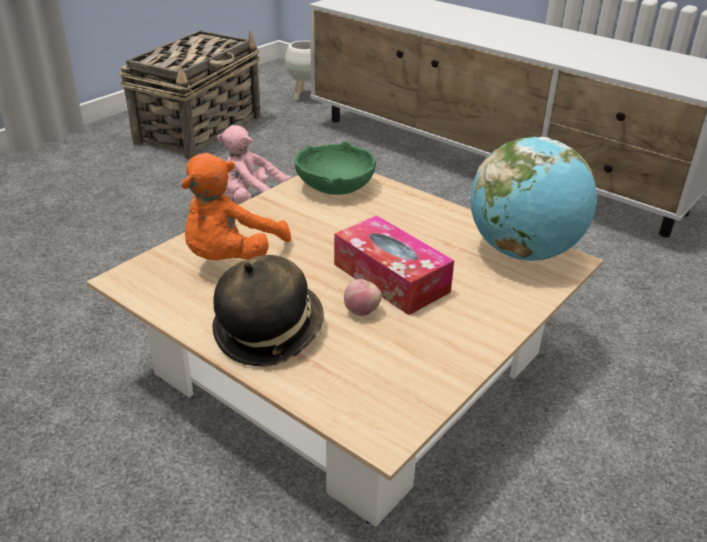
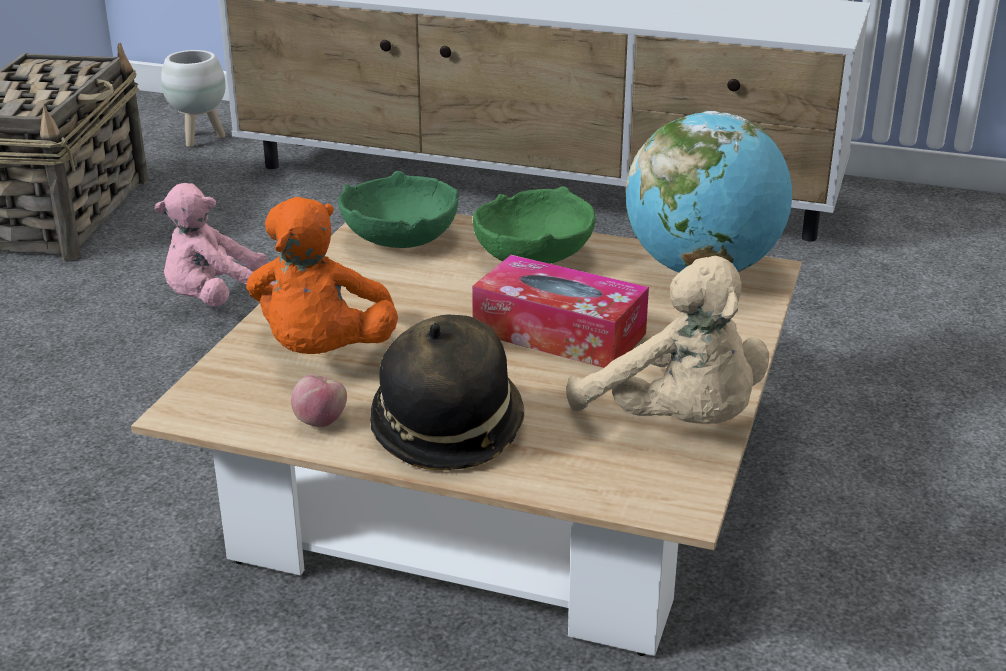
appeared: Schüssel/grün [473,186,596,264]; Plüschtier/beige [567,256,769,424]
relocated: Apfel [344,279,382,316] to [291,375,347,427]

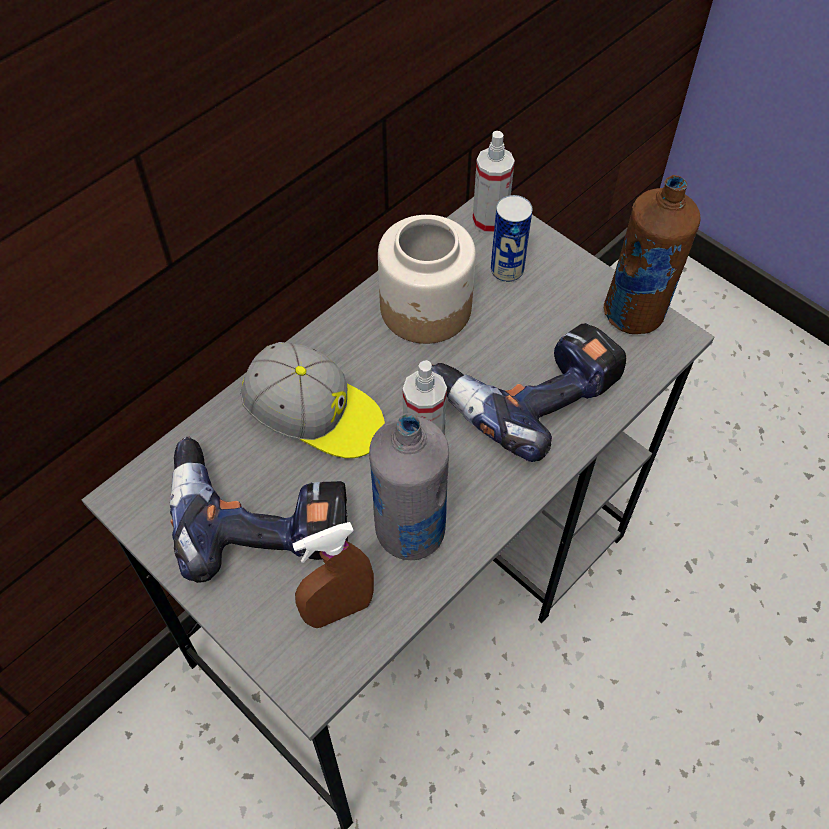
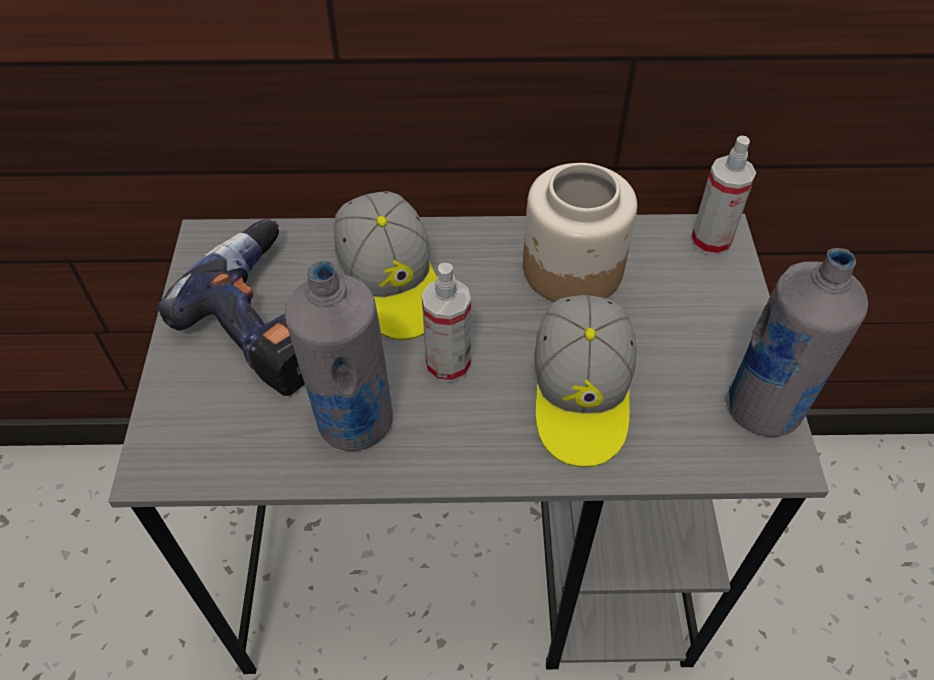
missing: Sprühflasche/braun [292,522,374,628]; Dose [491,195,533,282]
exchanged: Bohrmaschine [432,323,626,462] to Kappe [534,295,637,467]
colour: Flasche/braun [604,175,700,334] to Flasche/grau [726,248,868,437]

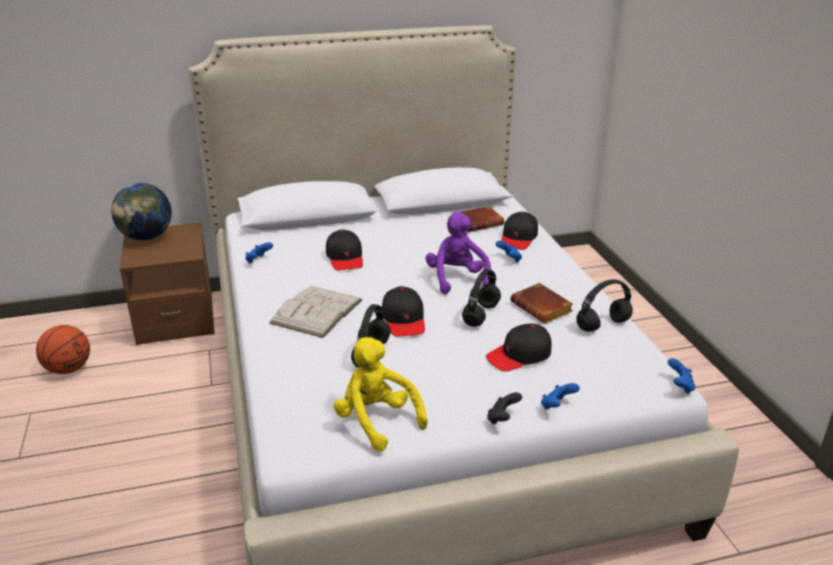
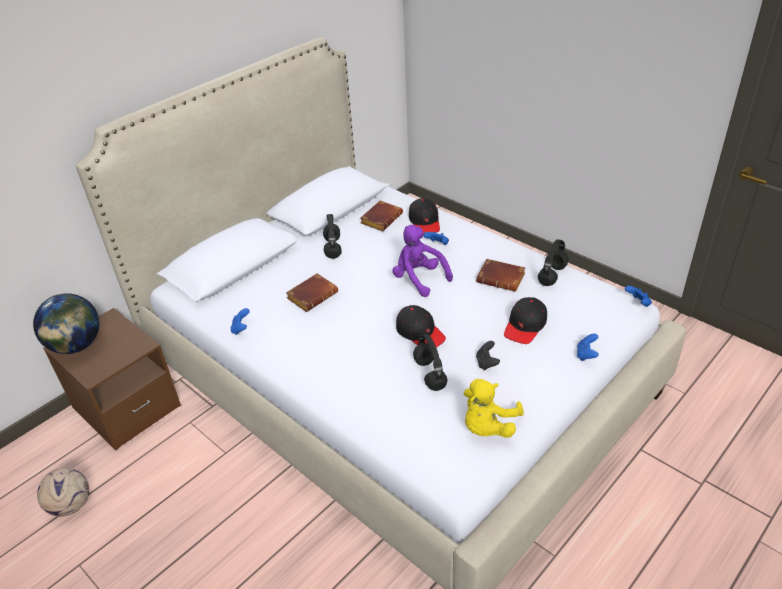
missing: Buch/weiß [269,286,363,338]
relocated: Kopfhörer/schwarz [462,269,501,327] to [323,214,342,259]; Gamepad/schwarz [487,392,522,424] to [476,341,500,370]
exchanged: Basketball [36,325,90,374] to Fußball [37,468,89,517]; Kappe/schwarz [326,229,363,271] to Buch/braun [286,273,338,312]
spun: Plüschtier/gelb [334,337,428,452] = [464,379,524,437] 75 degrees counterclockwise

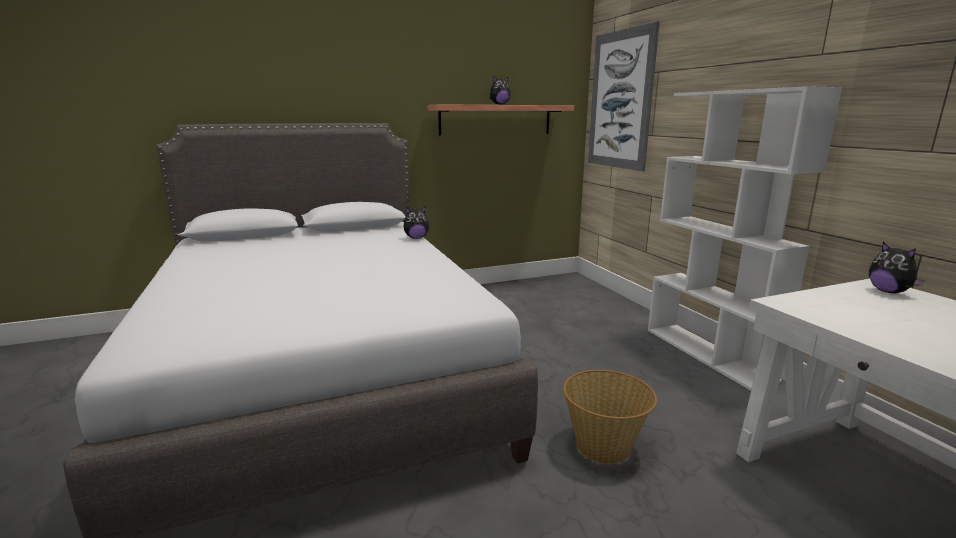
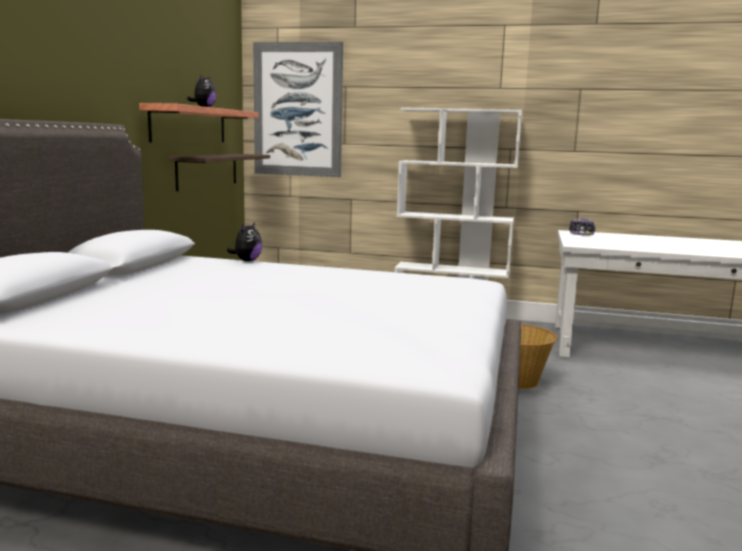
appeared: Wandregal [168,154,270,191]
exchanged: Plüschtier [869,242,925,293] to Kappe [569,218,596,236]

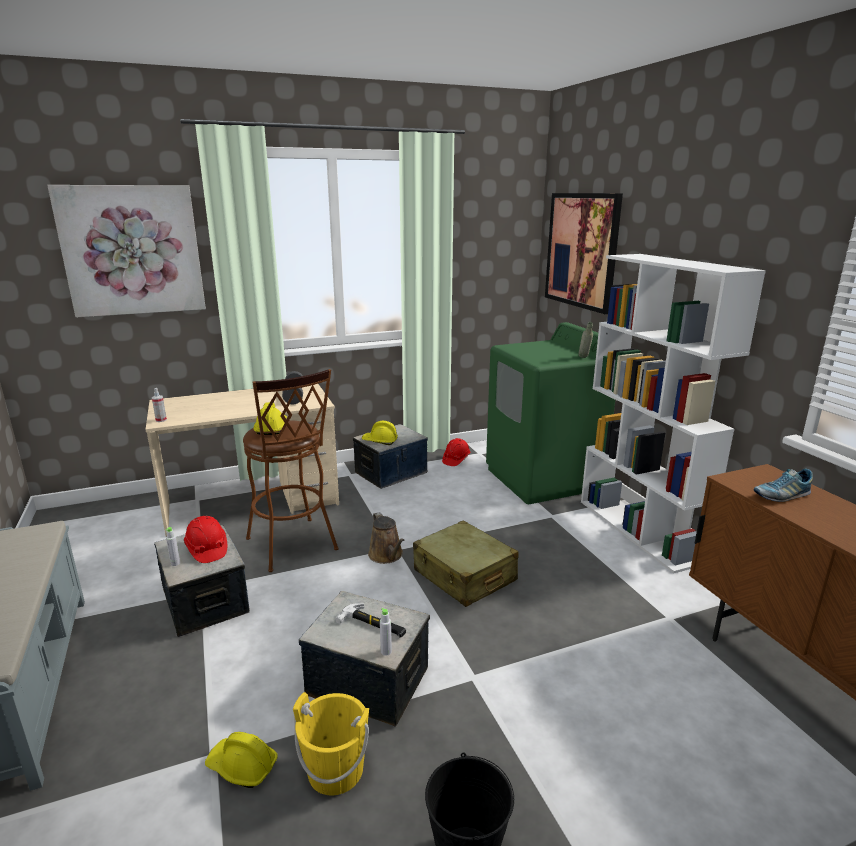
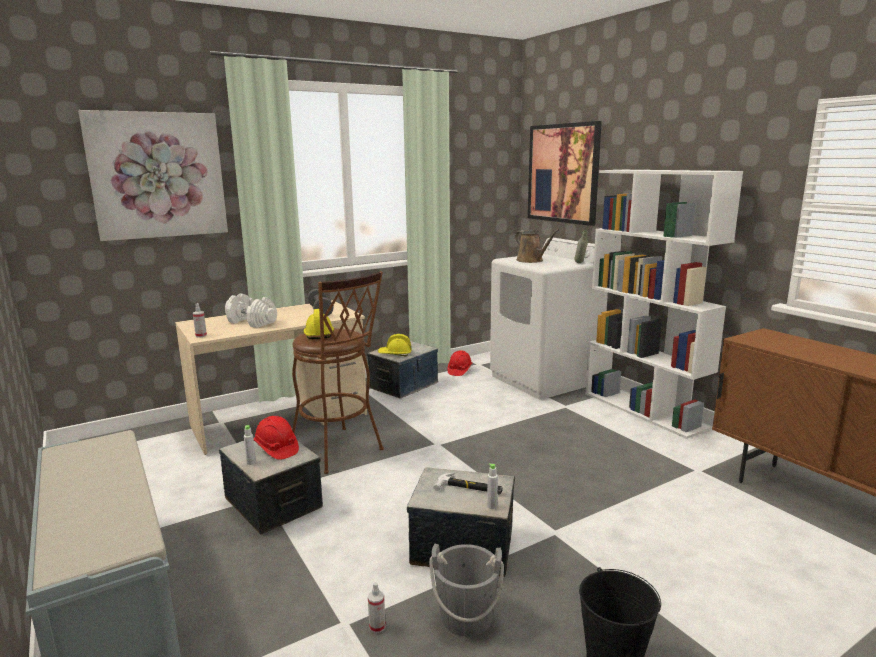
missing: Koffer/beige [413,520,519,607]; Schuh [753,469,813,502]
appeared: Hantel/weiß [225,294,277,328]
relocated: Gießkanne/braun [368,512,404,564] to [515,229,559,263]
exchanged: Schutzhelm/gelb [205,732,278,788] to Sprühflasche [368,582,386,633]
colour: Eimer/gelb [293,692,369,795] to Eimer/grau [429,544,504,637]; Waschmaschine/grün [486,322,615,504] to Waschmaschine/weiß [490,238,608,400]

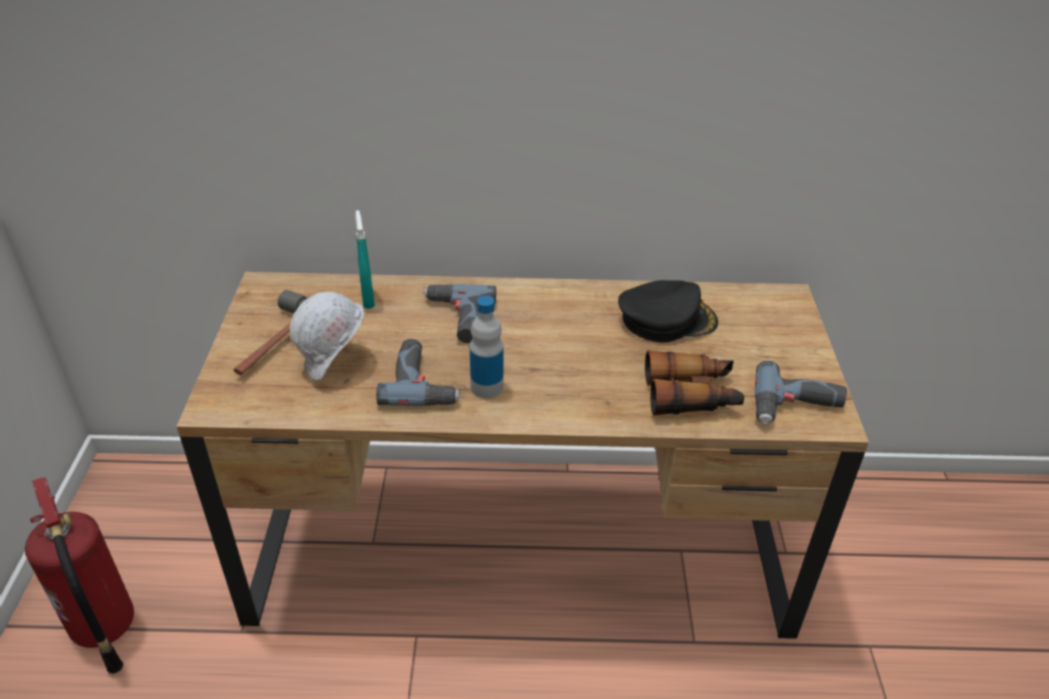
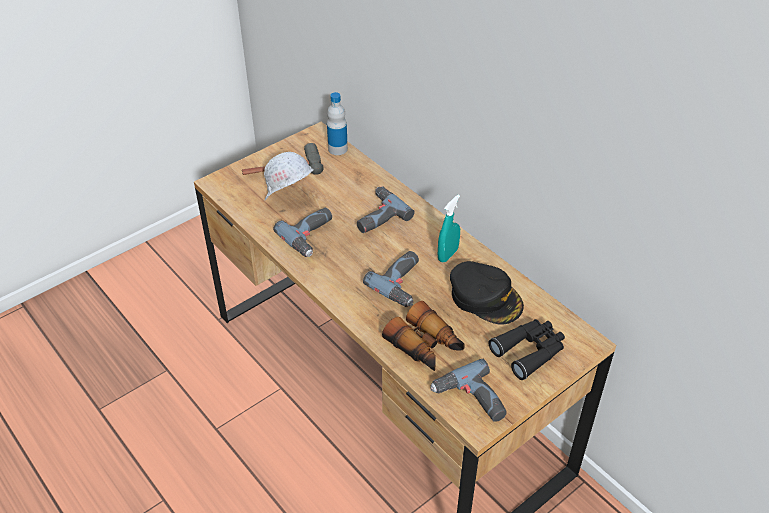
missing: Feuerlöscher [25,477,134,674]
appeared: Bohrmaschine [363,251,419,307]; Fernglas/schwarz [488,319,565,380]
relocated: Flasche [470,296,503,398] to [327,92,348,155]; Sprühflasche/türkis [355,210,375,309] to [437,195,460,263]

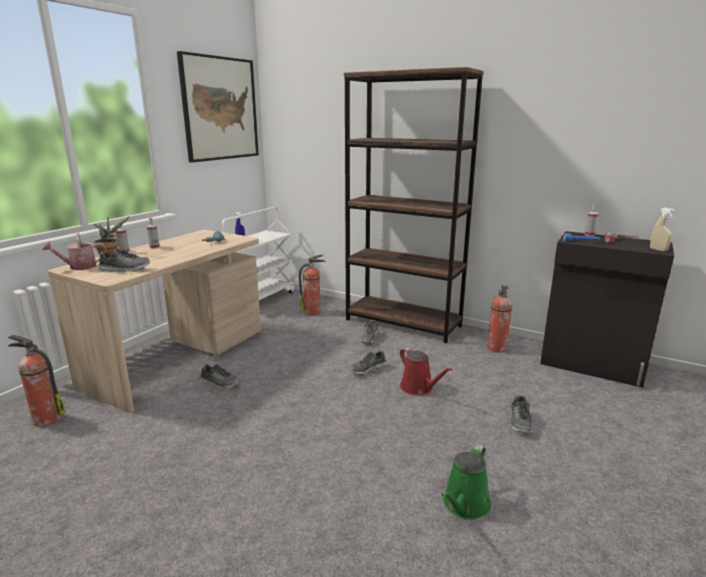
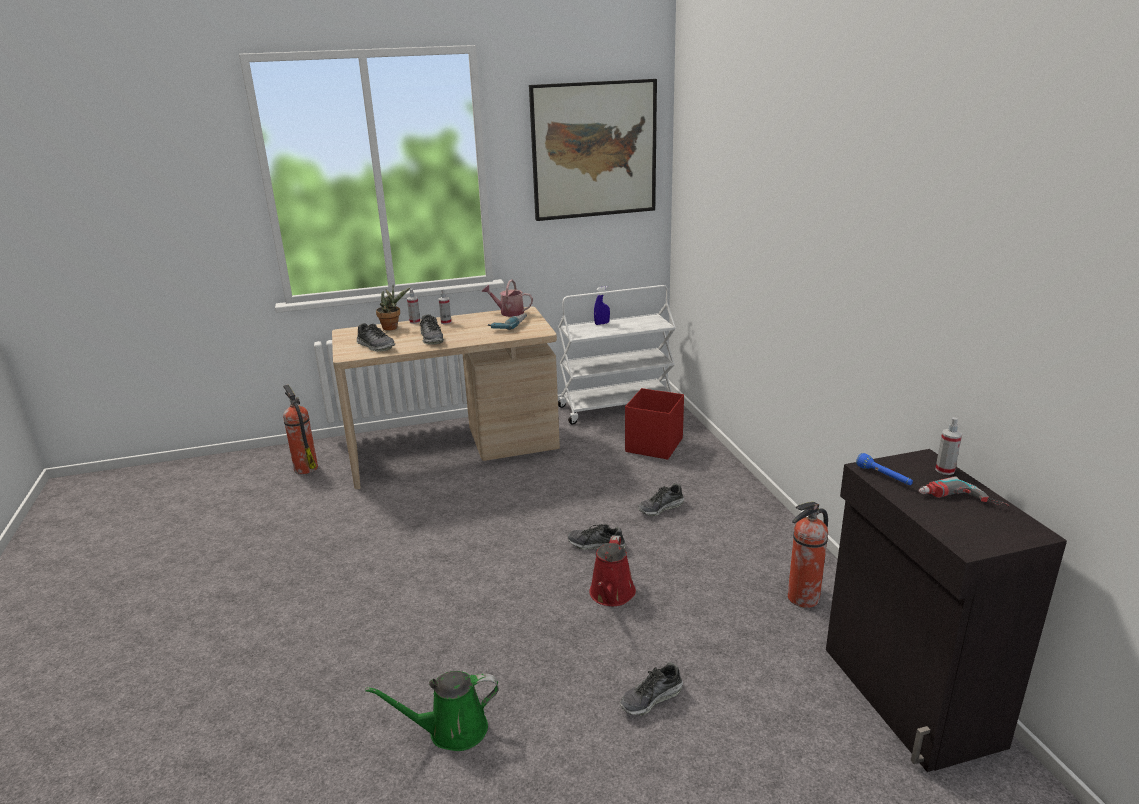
missing: Bücherregal/braun [344,67,484,343]; Sprühflasche/beige [650,207,675,251]
relocated: Schuh [200,364,240,390] to [420,314,444,345]; Gießkanne [42,232,107,270] to [482,279,533,317]
exchanged: Feuerlöscher [299,254,326,316] to Aufbewahrungsbox/rot [625,388,684,460]

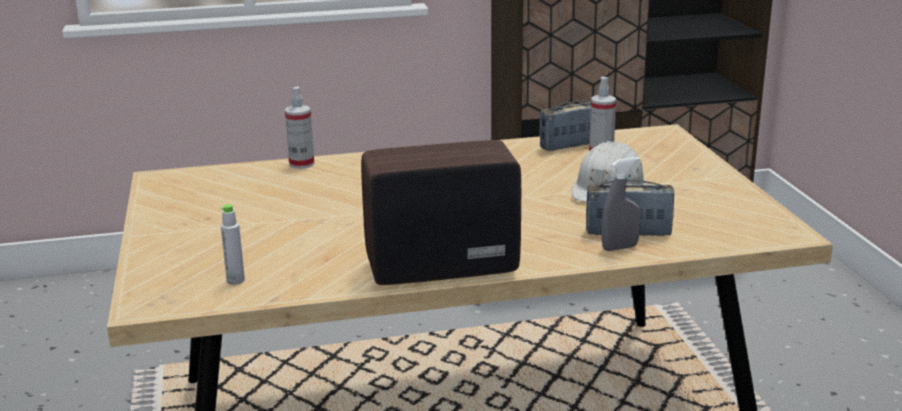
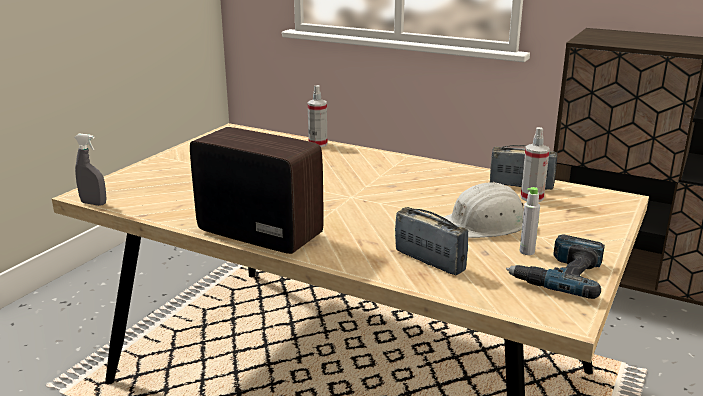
appeared: Bohrmaschine [506,235,605,299]
relocated: Sprühflasche/grau [602,157,641,251] to [74,134,106,206]; Flasche/grau [220,204,245,285] to [520,187,540,255]

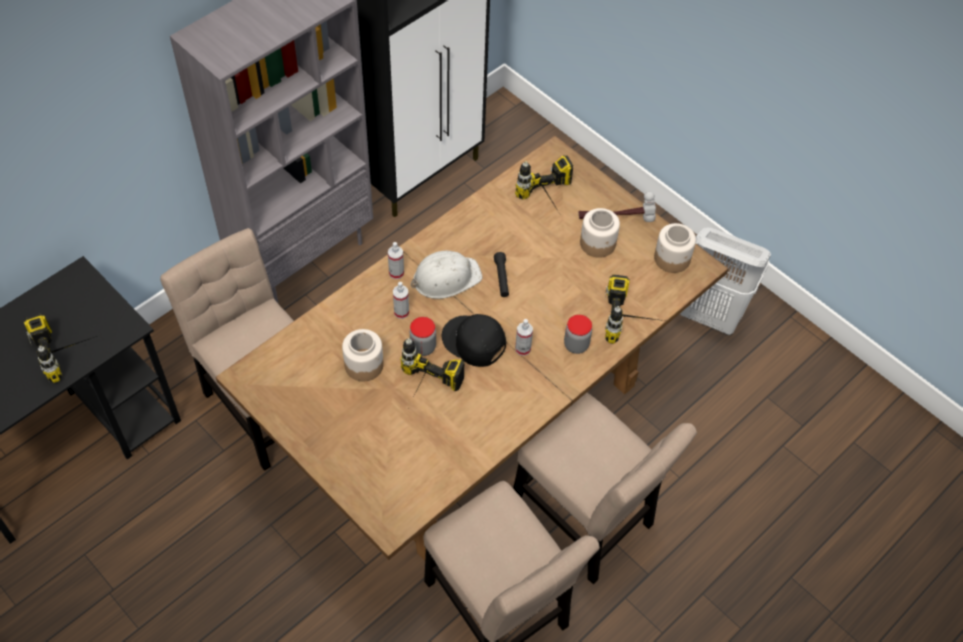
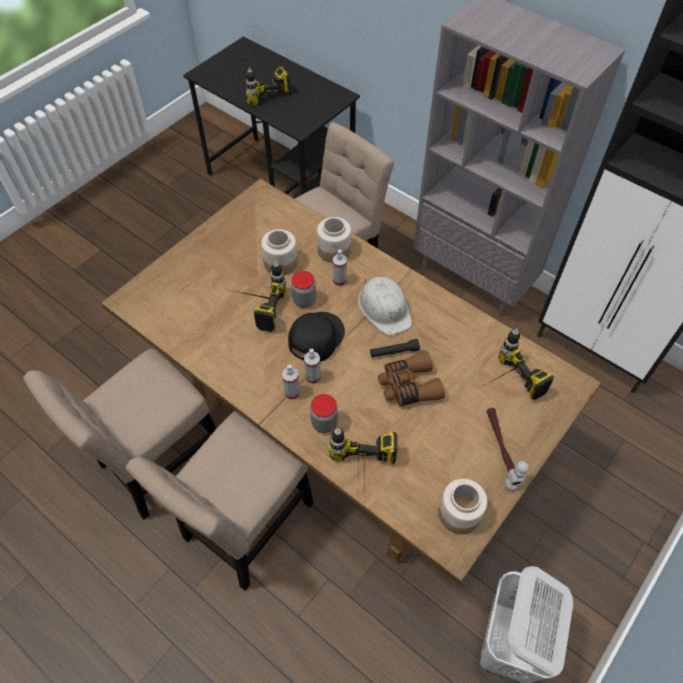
appeared: Fernglas/braun [378,350,445,406]
relocated: Sprühflasche [388,242,404,279] to [282,364,300,400]; Vorratsglas [580,208,620,258] to [317,217,351,263]

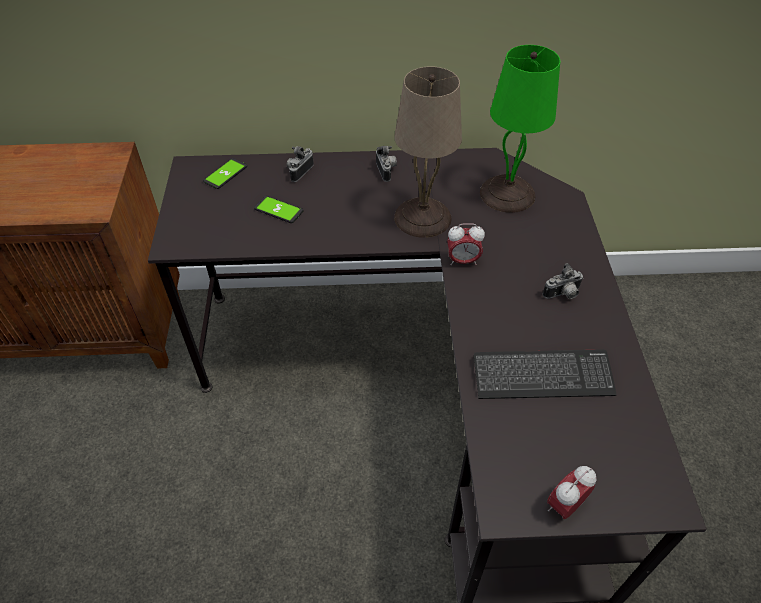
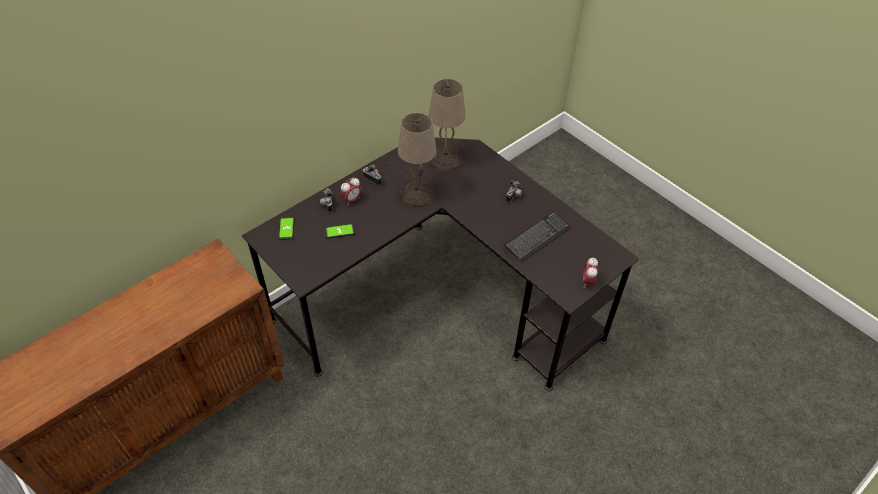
relocated: Wecker [447,224,485,265] to [340,178,362,204]
colour: Tischlampe/grün [480,45,560,213] to Tischlampe/beige [429,79,466,171]

